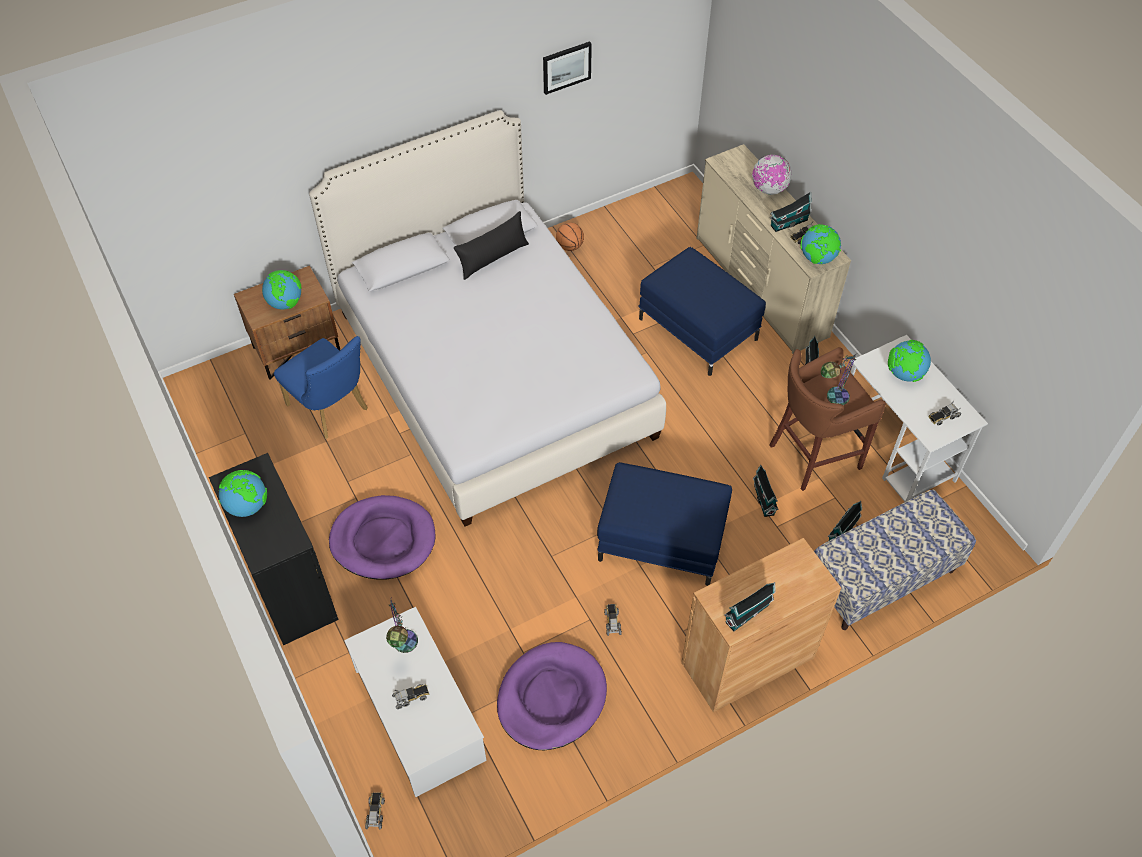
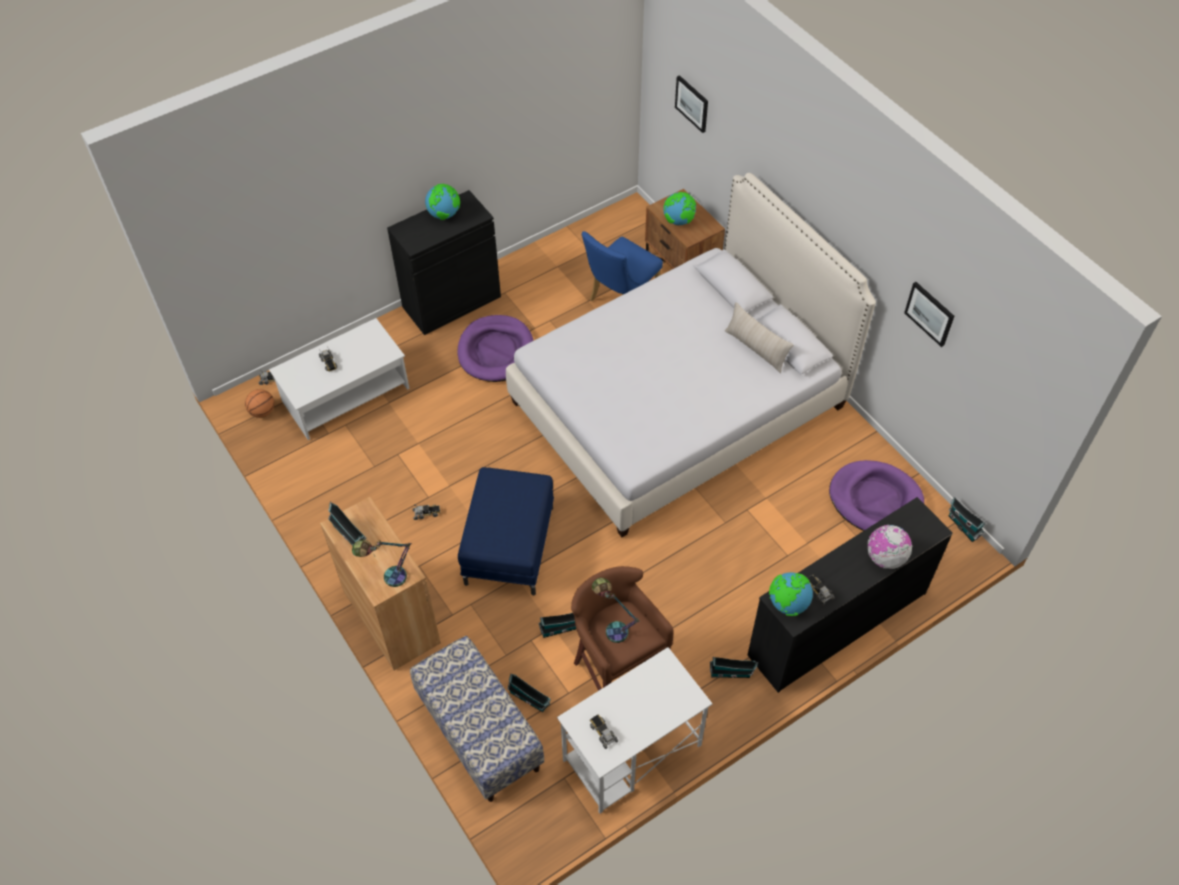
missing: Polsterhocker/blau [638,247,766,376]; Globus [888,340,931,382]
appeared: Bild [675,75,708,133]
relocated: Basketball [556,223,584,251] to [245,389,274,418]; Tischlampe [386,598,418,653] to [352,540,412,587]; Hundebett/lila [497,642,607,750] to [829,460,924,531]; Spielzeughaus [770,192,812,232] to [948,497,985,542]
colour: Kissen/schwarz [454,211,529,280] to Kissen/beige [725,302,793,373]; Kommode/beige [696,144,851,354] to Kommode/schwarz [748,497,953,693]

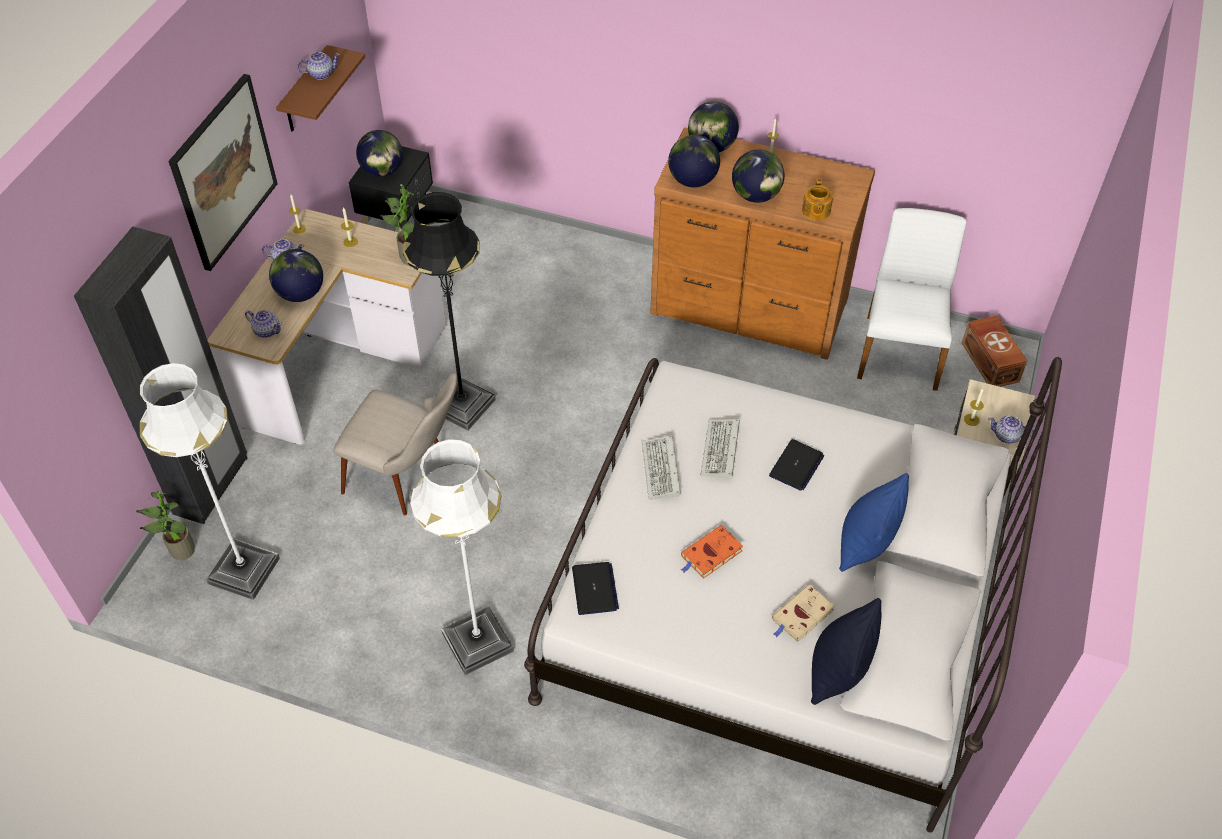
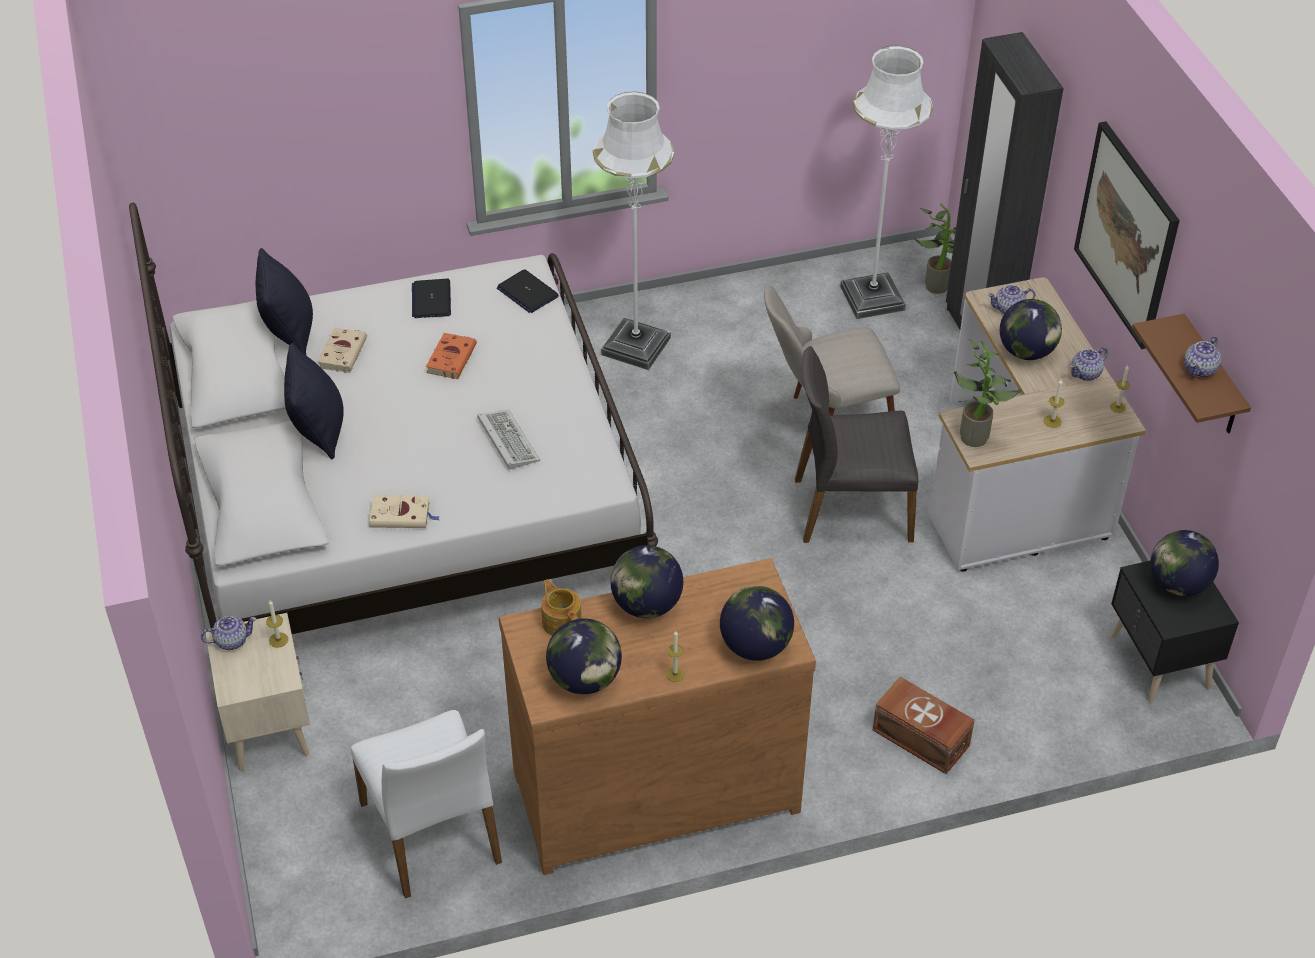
missing: Tastatur [642,435,681,500]
appeared: Buch/beige [369,495,439,528]
relocated: Laptop [769,439,824,491] to [412,279,451,318]; Globus [668,135,720,187] to [546,618,622,694]; Aufbewahrungsbox/braun [962,315,1027,387] to [873,677,975,774]
exchanged: Stehlampe/schwarz [403,192,496,431] to Stuhl/grau [795,346,918,543]
colour: Kissen/blau [839,473,909,572] to Kissen/schwarz [284,343,344,459]

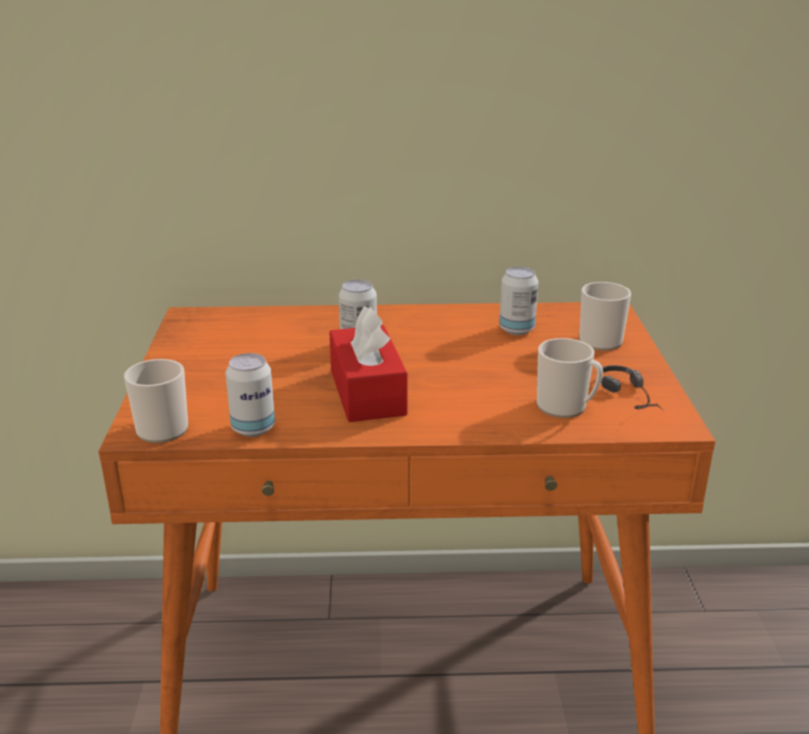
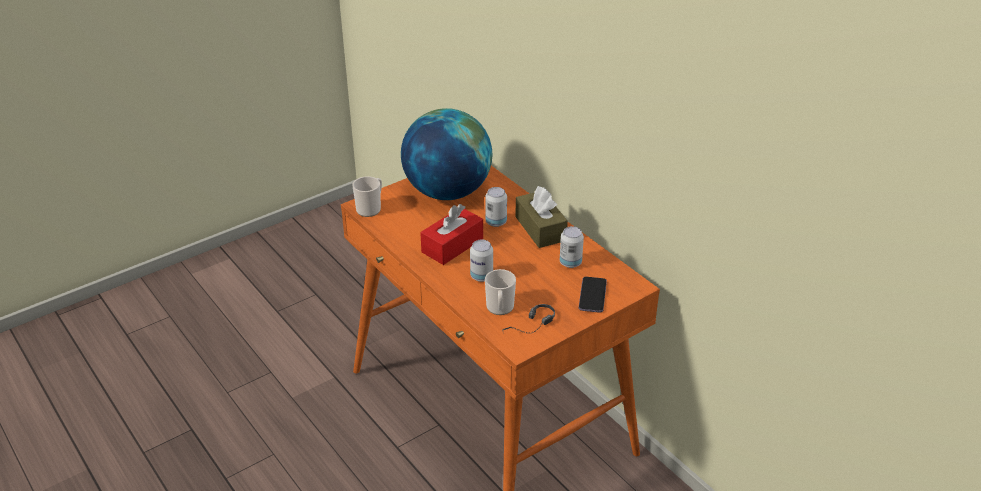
appeared: Globus [401,108,492,200]; Taschentuchbox/braun [515,186,568,248]
relocated: Dose [225,353,275,437] to [470,240,493,282]
exchanged: Henkelbecher [579,282,631,351] to Handy [579,277,607,313]

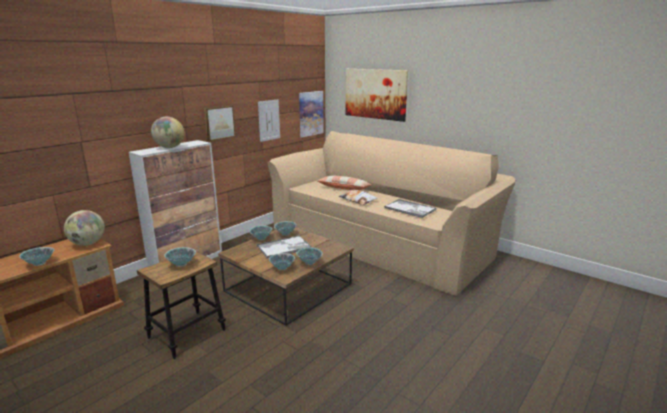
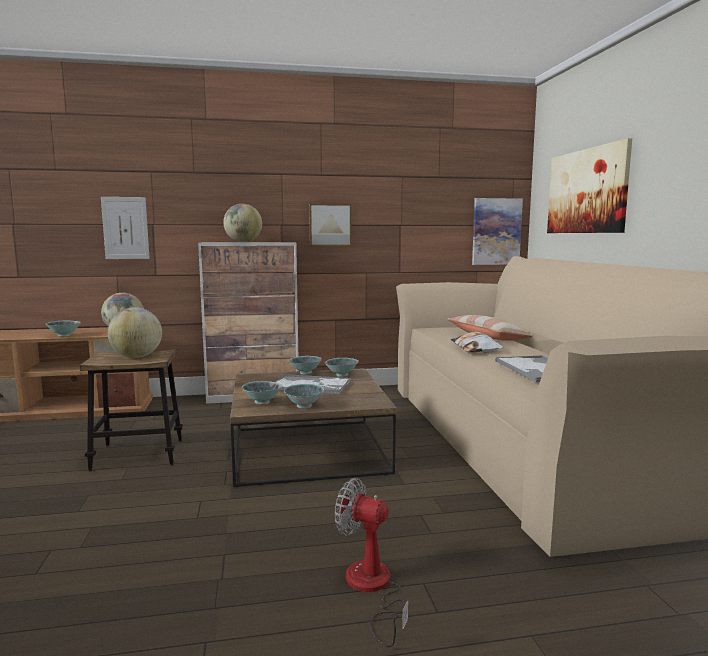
appeared: Ventilator [335,478,408,647]
relocated: Bild [258,100,280,142] to [101,197,150,259]
exchanged: Schüssel [164,247,196,267] to Globus [108,307,162,358]

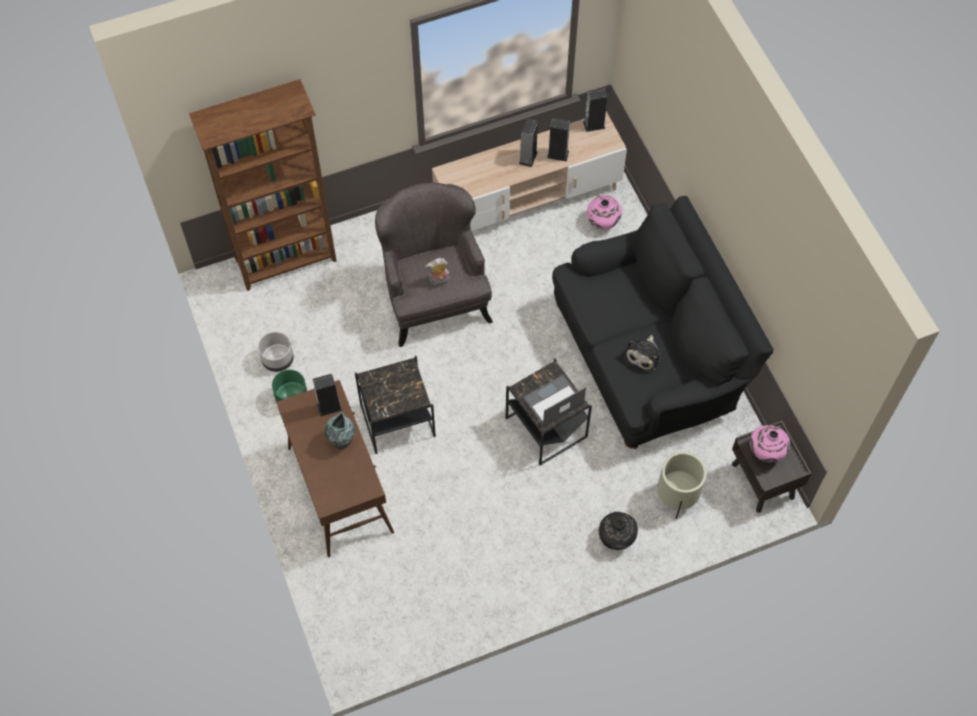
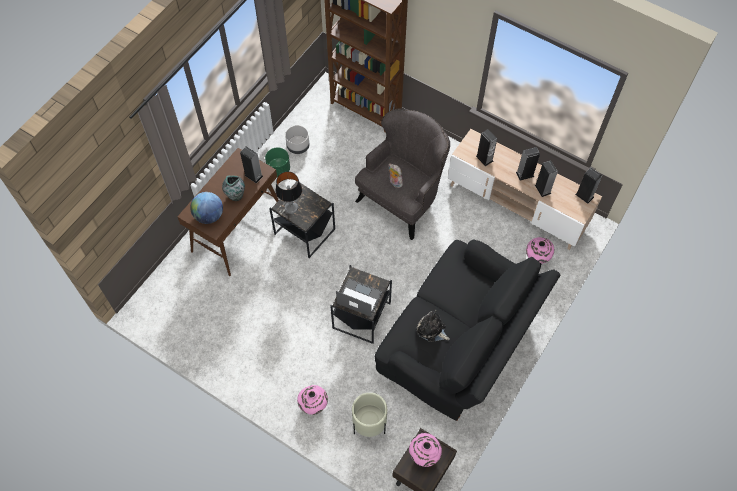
appeared: Globus [190,192,223,224]; Tischlampe [275,172,302,214]; Lautsprecher [476,129,497,166]
colour: Vase/schwarz [599,512,638,550] to Vase/rosa [297,385,328,415]
spun: Plüschtier [624,334,661,372] = [416,309,450,342] 45 degrees clockwise

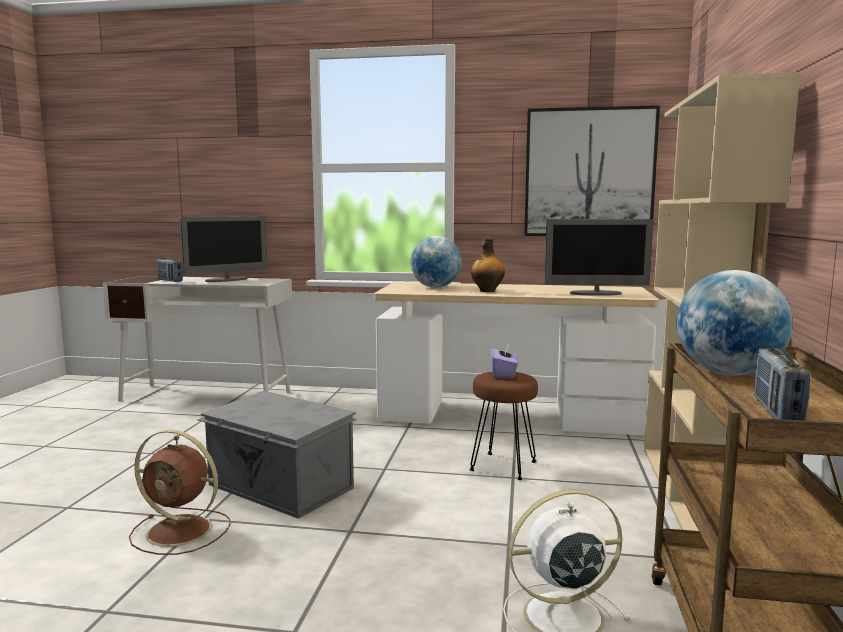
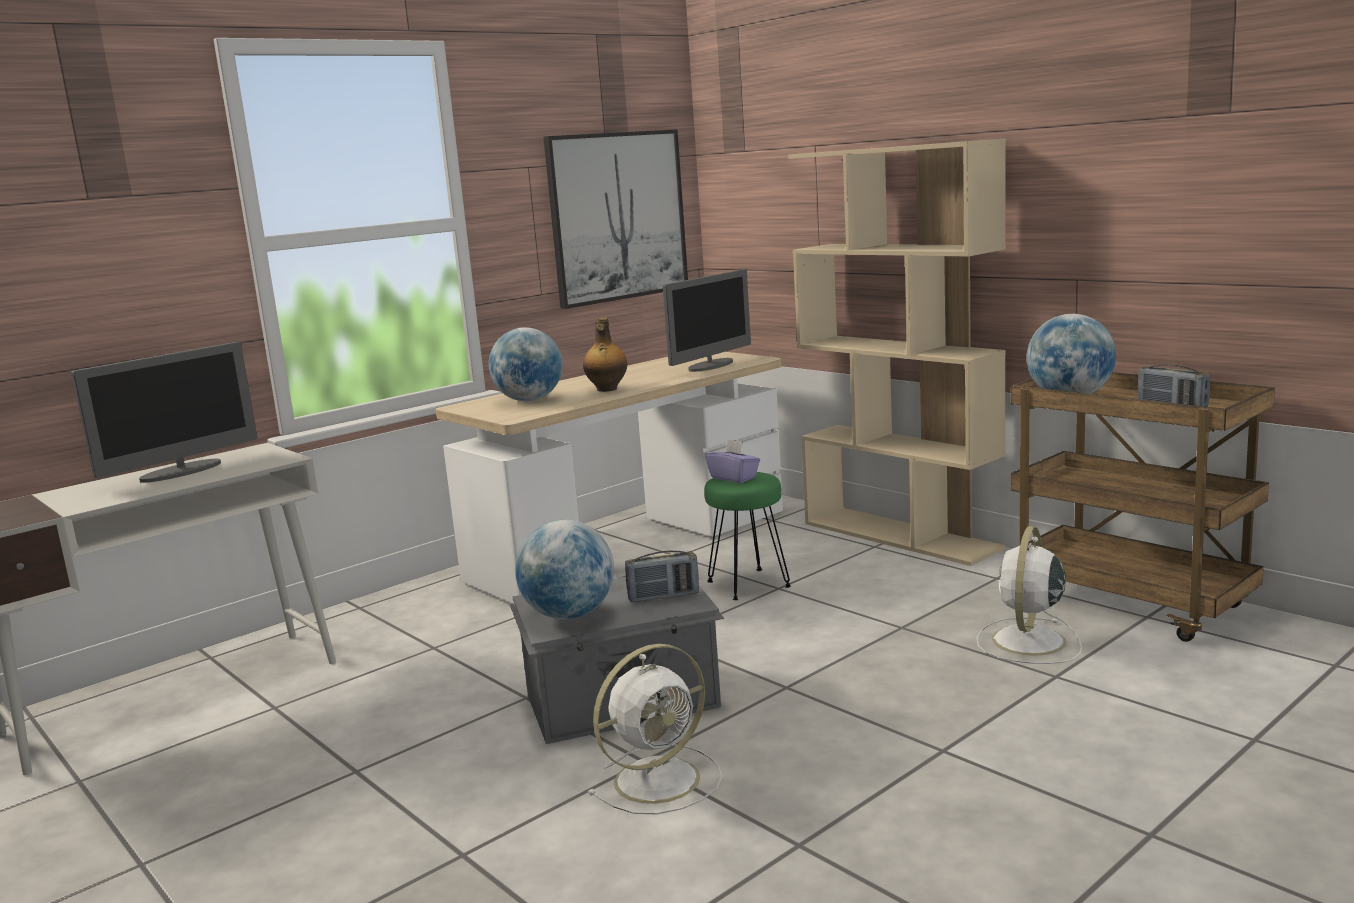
appeared: Globus [515,520,614,619]
relocated: Radio [156,257,183,282] to [625,551,699,602]
colour: Ventilator/braun [129,430,230,555] to Ventilator/weiß [588,644,722,814]; Hocker/braun [469,372,538,480] to Hocker/grün [704,472,791,600]
spun: Monitor [180,216,267,282] = [71,342,258,483] 45 degrees clockwise

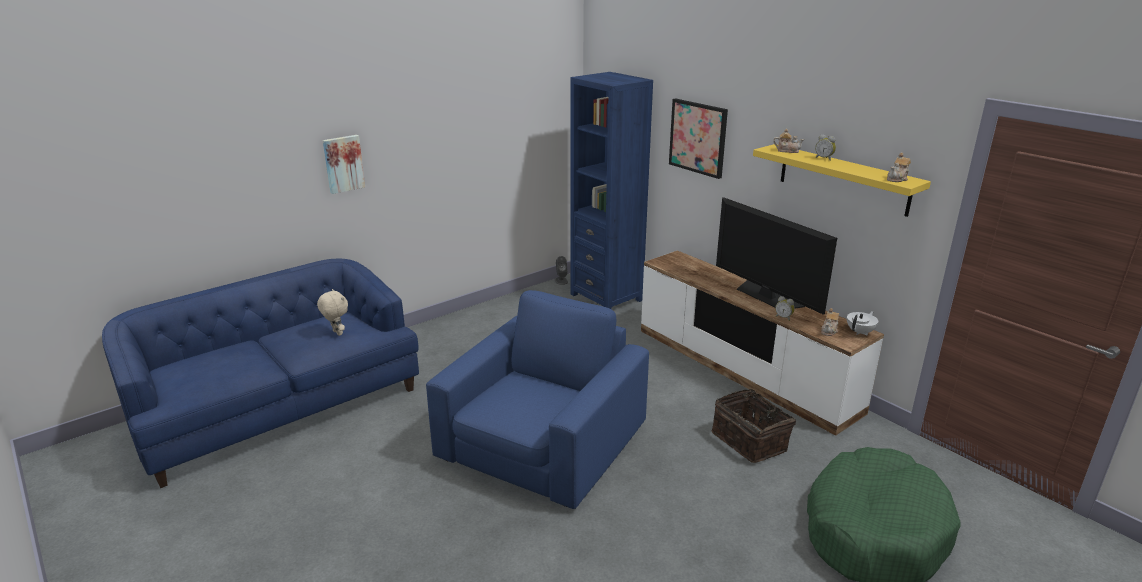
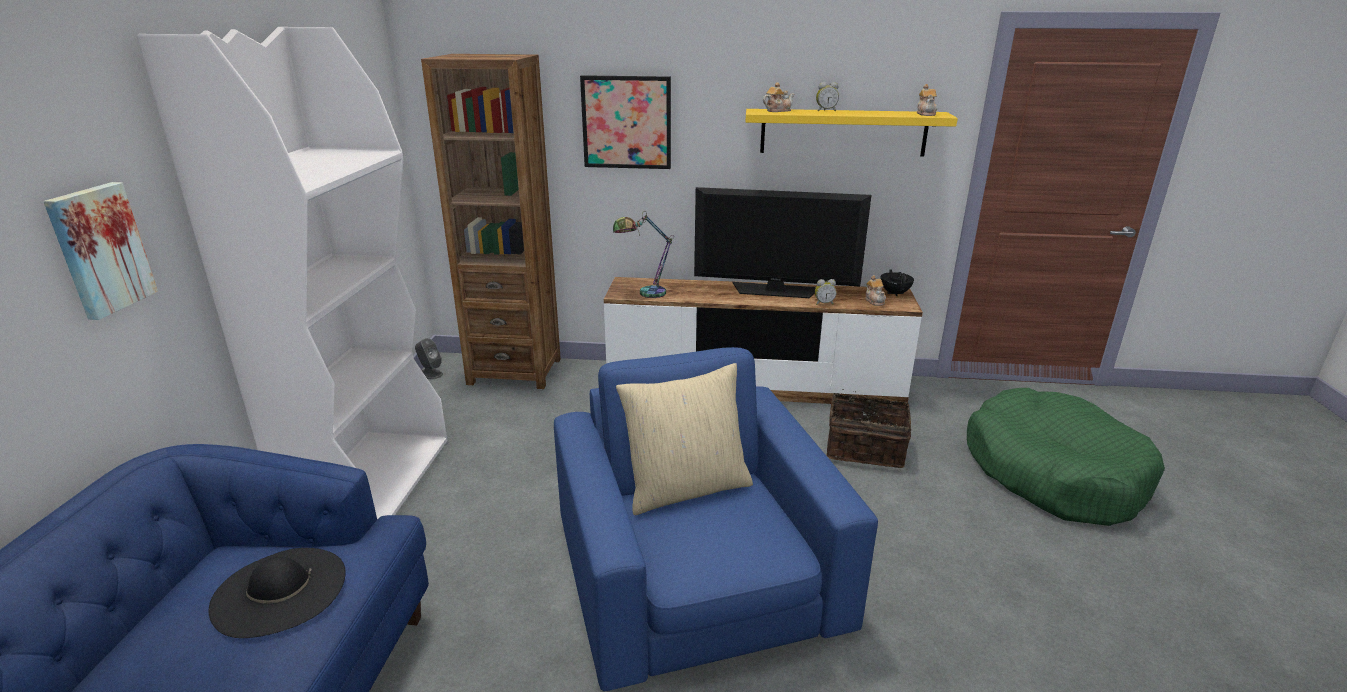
appeared: Bücherregal/weiß [137,27,447,519]; Tischlampe [613,213,674,298]; Kissen/beige [616,363,753,515]
exchanged: Plüschtier/beige [317,289,348,336] to Hut/schwarz [208,548,346,638]
colour: Bücherregal/blau [570,72,653,310] to Bücherregal/braun [421,54,561,389]; Teekanne/weiß [847,311,878,335] to Teekanne/schwarz [880,269,914,296]

